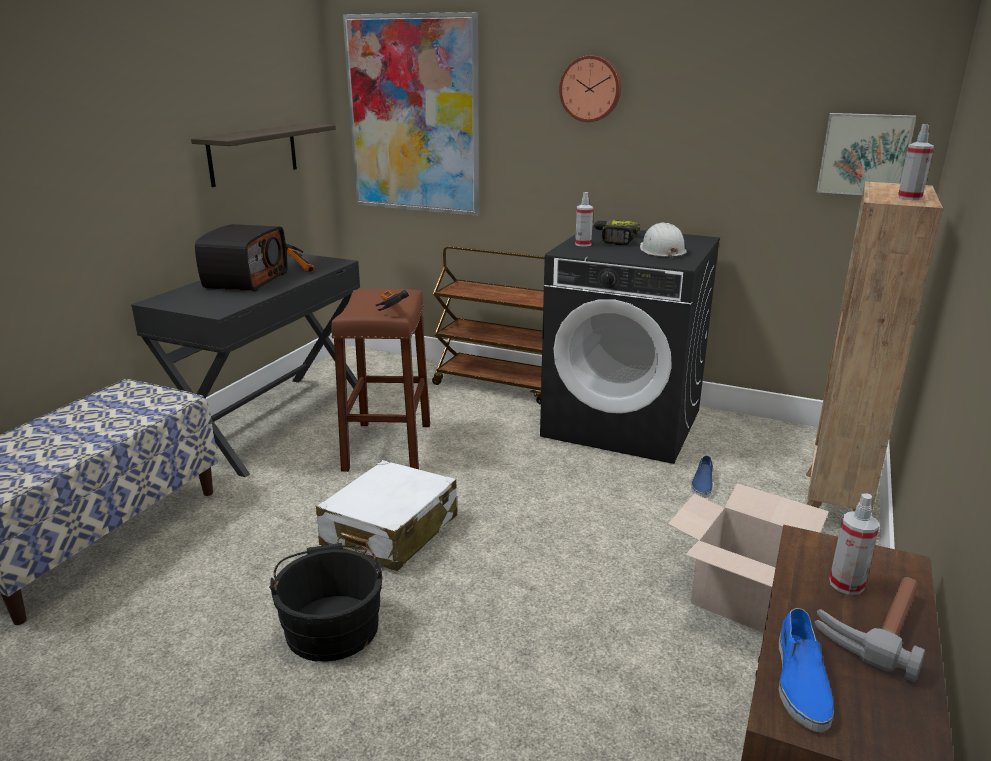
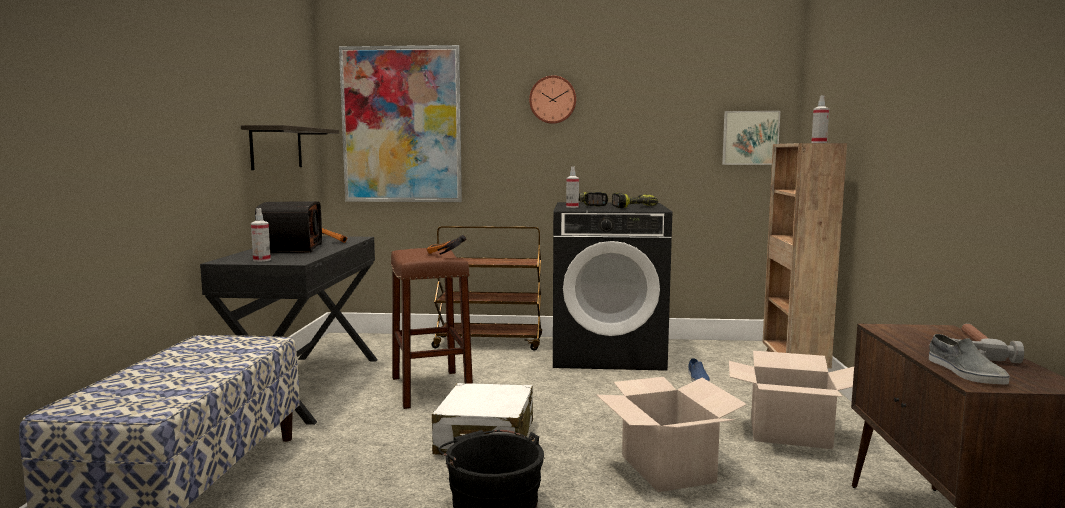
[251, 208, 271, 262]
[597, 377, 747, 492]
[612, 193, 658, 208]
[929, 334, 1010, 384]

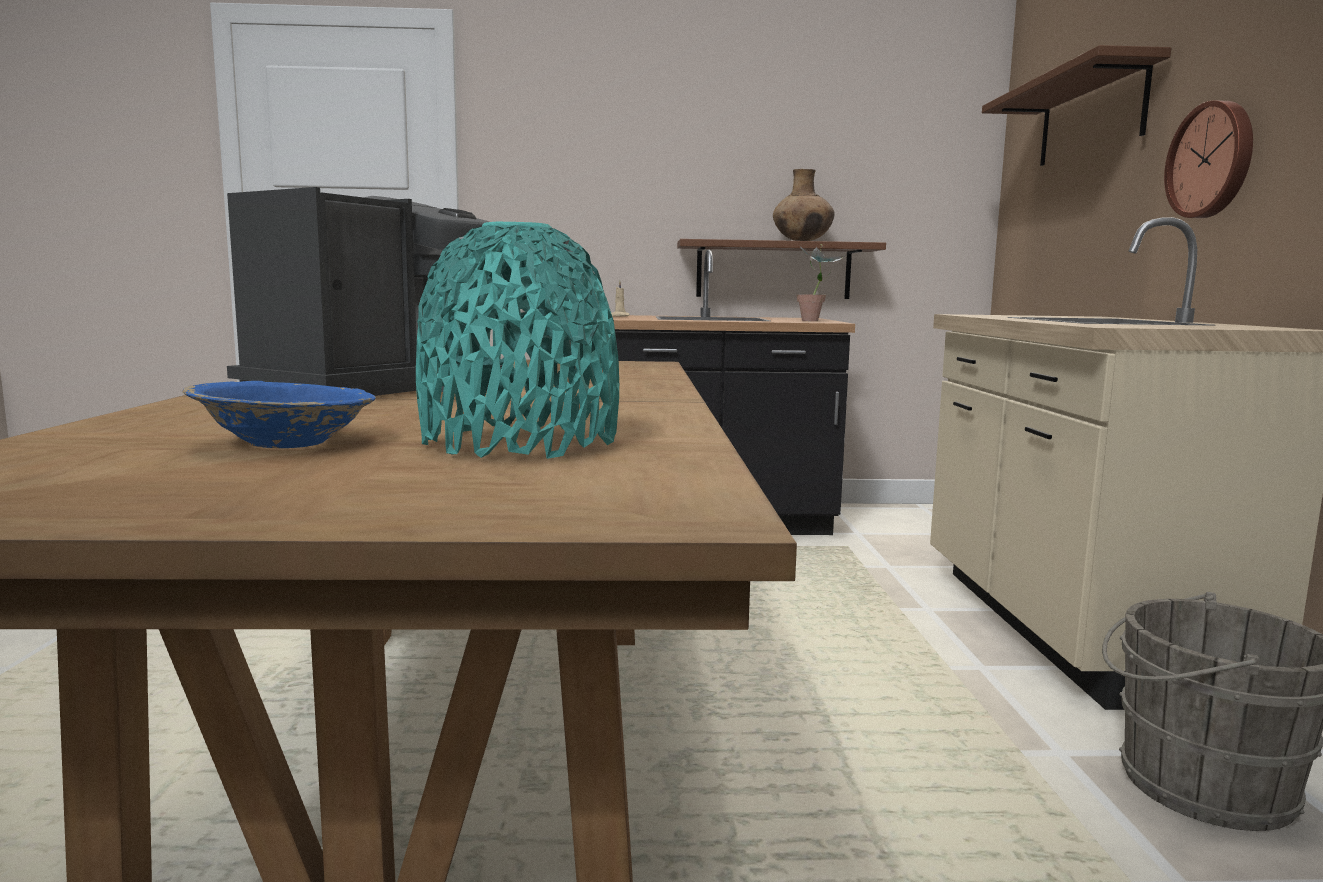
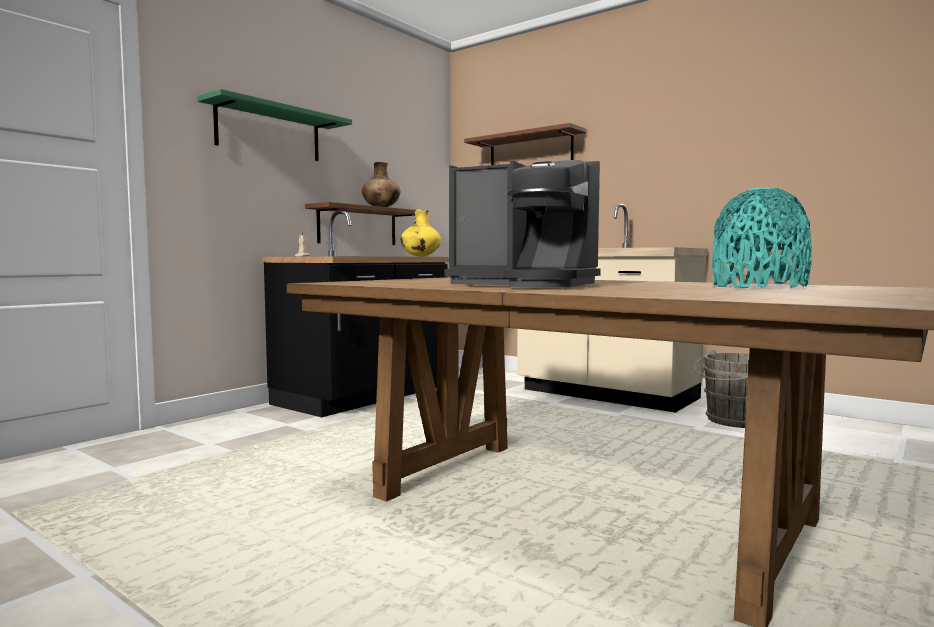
[197, 89, 352, 161]
[400, 209, 441, 257]
[444, 160, 601, 288]
[182, 381, 376, 448] (first image)
[1164, 100, 1253, 218] (first image)

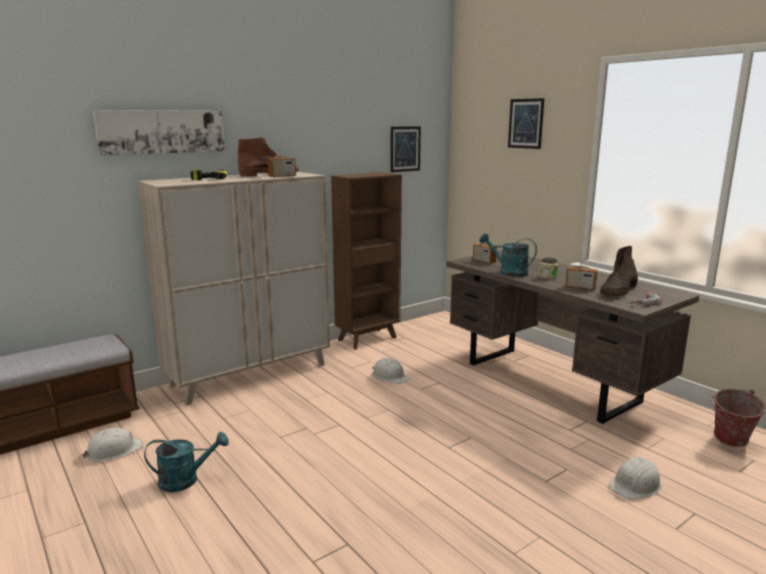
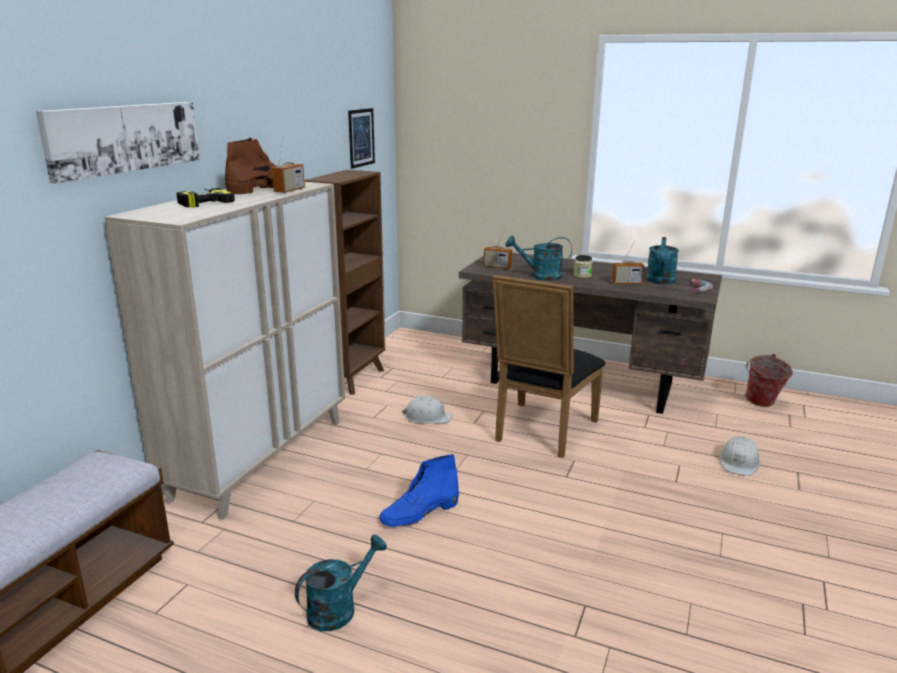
[379, 454, 459, 527]
[492, 275, 605, 458]
[646, 237, 679, 284]
[82, 428, 143, 462] (first image)
[508, 98, 544, 149] (first image)

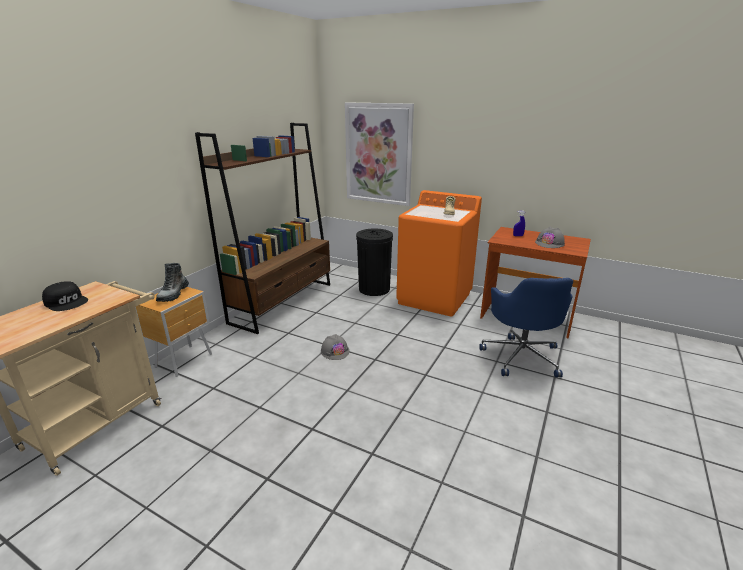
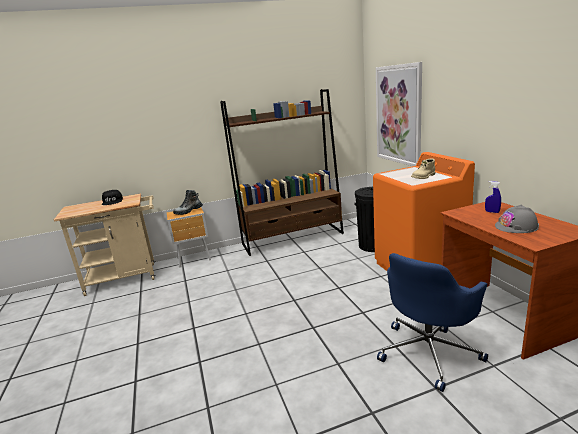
[321, 334, 349, 360] (first image)

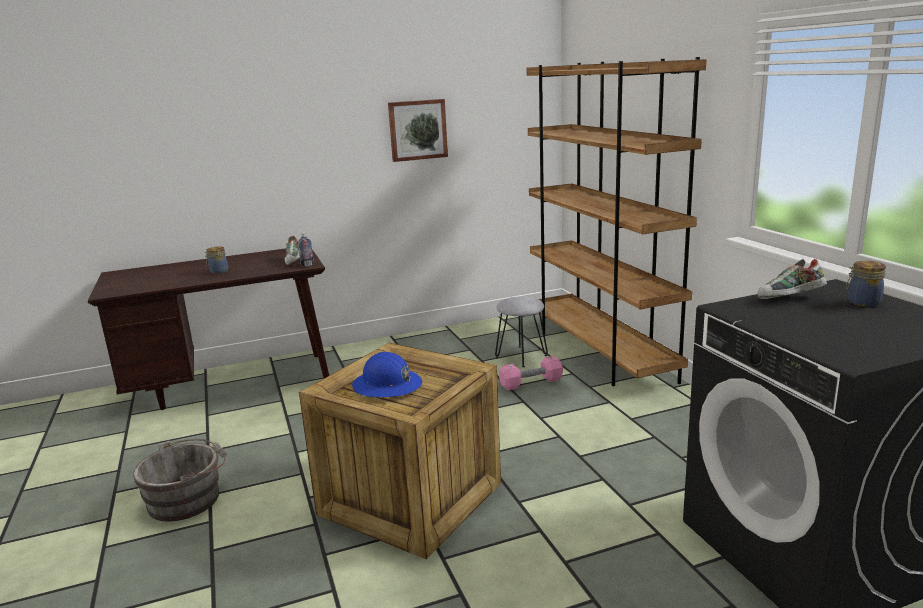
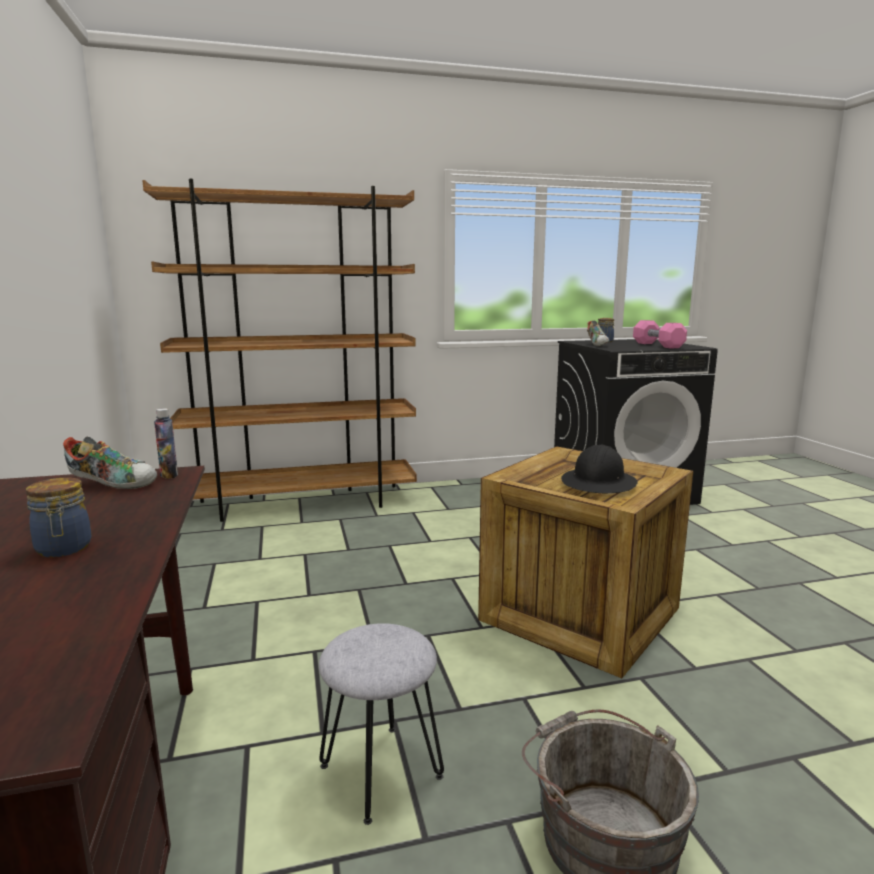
[319, 623, 444, 825]
[561, 445, 637, 494]
[633, 320, 687, 348]
[388, 99, 448, 162] (first image)

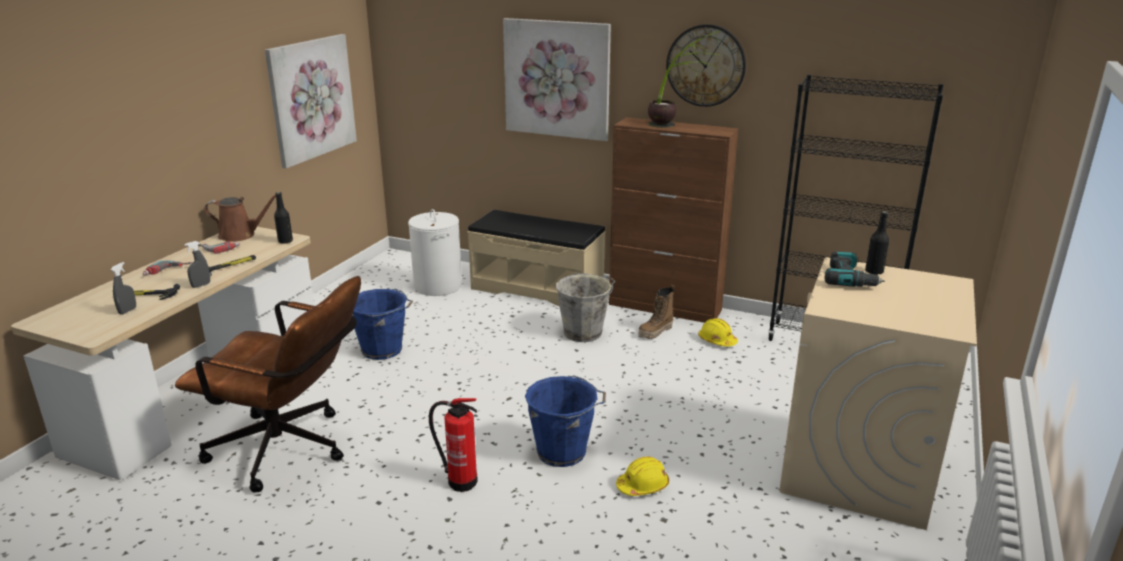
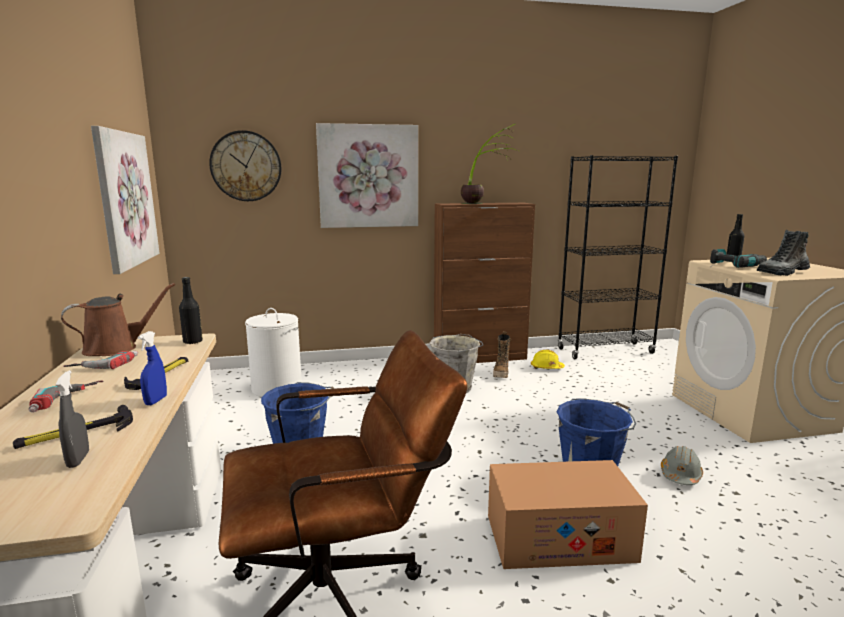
[138, 331, 167, 405]
[209, 130, 282, 201]
[488, 460, 648, 569]
[661, 446, 703, 485]
[757, 230, 810, 276]
[467, 210, 605, 306] (first image)

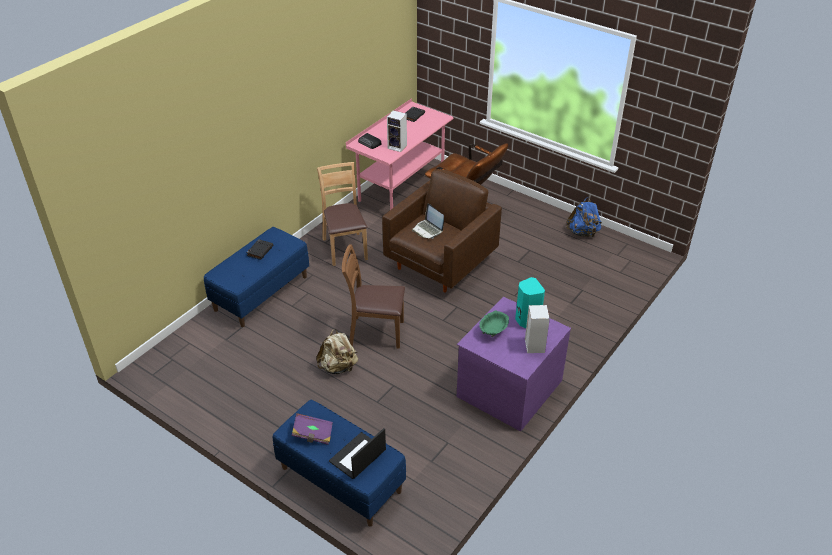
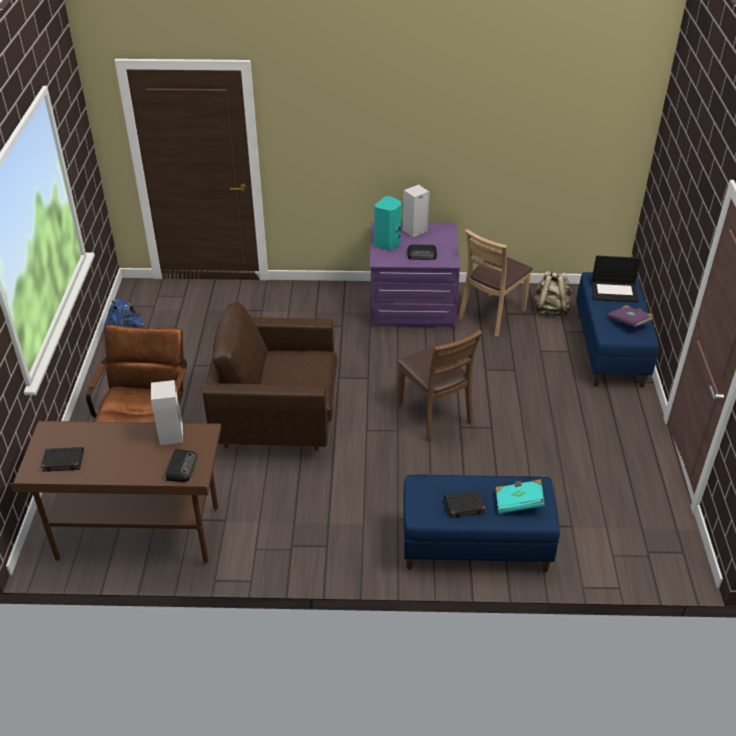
[10, 421, 221, 565]
[407, 245, 437, 260]
[458, 229, 533, 337]
[495, 479, 545, 514]
[534, 271, 572, 316]
[412, 203, 444, 239] (first image)

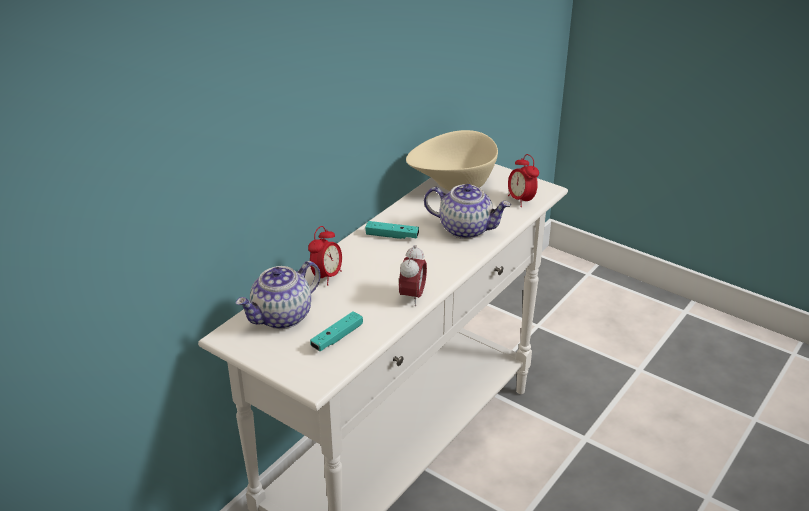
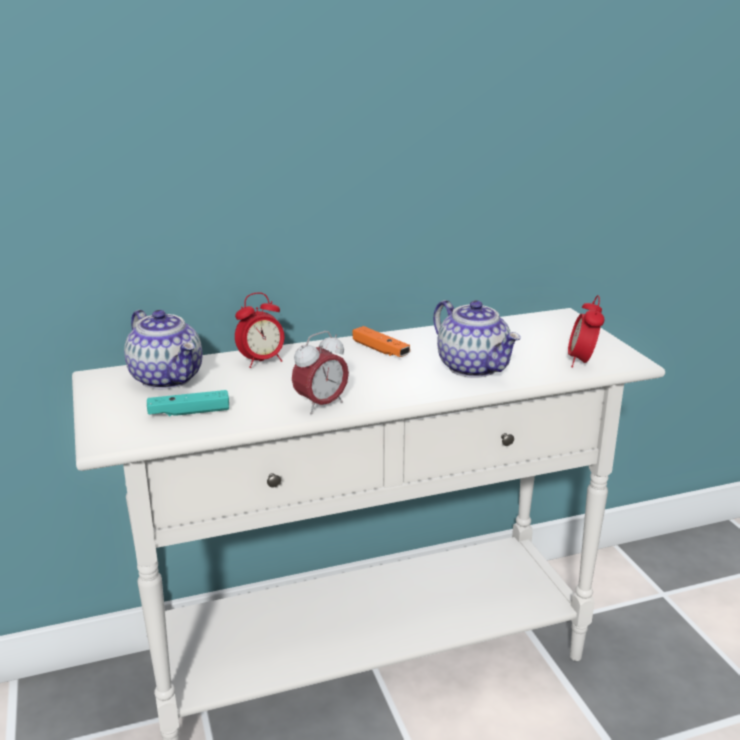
[124, 310, 203, 389]
[352, 326, 410, 357]
[406, 130, 498, 191] (first image)

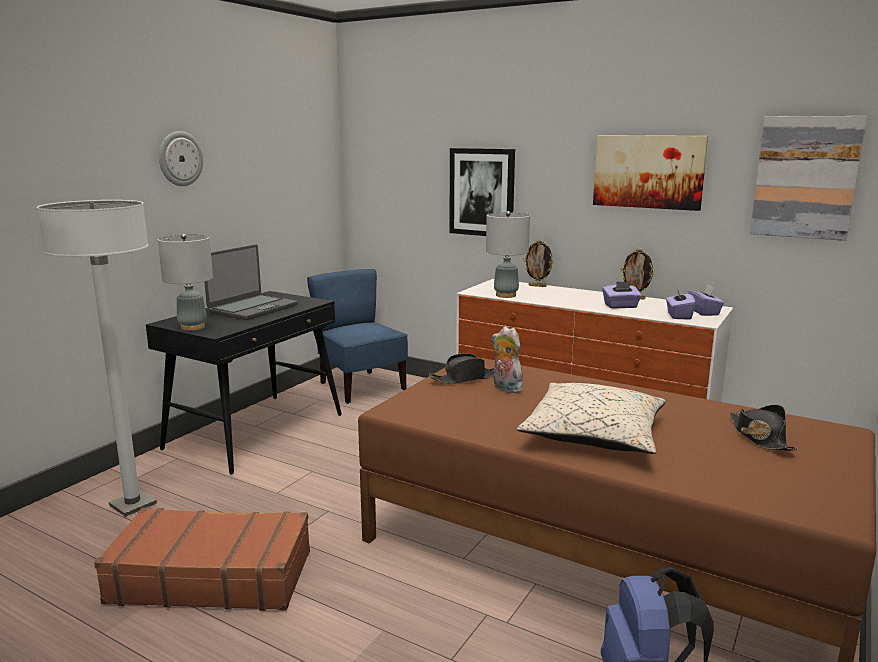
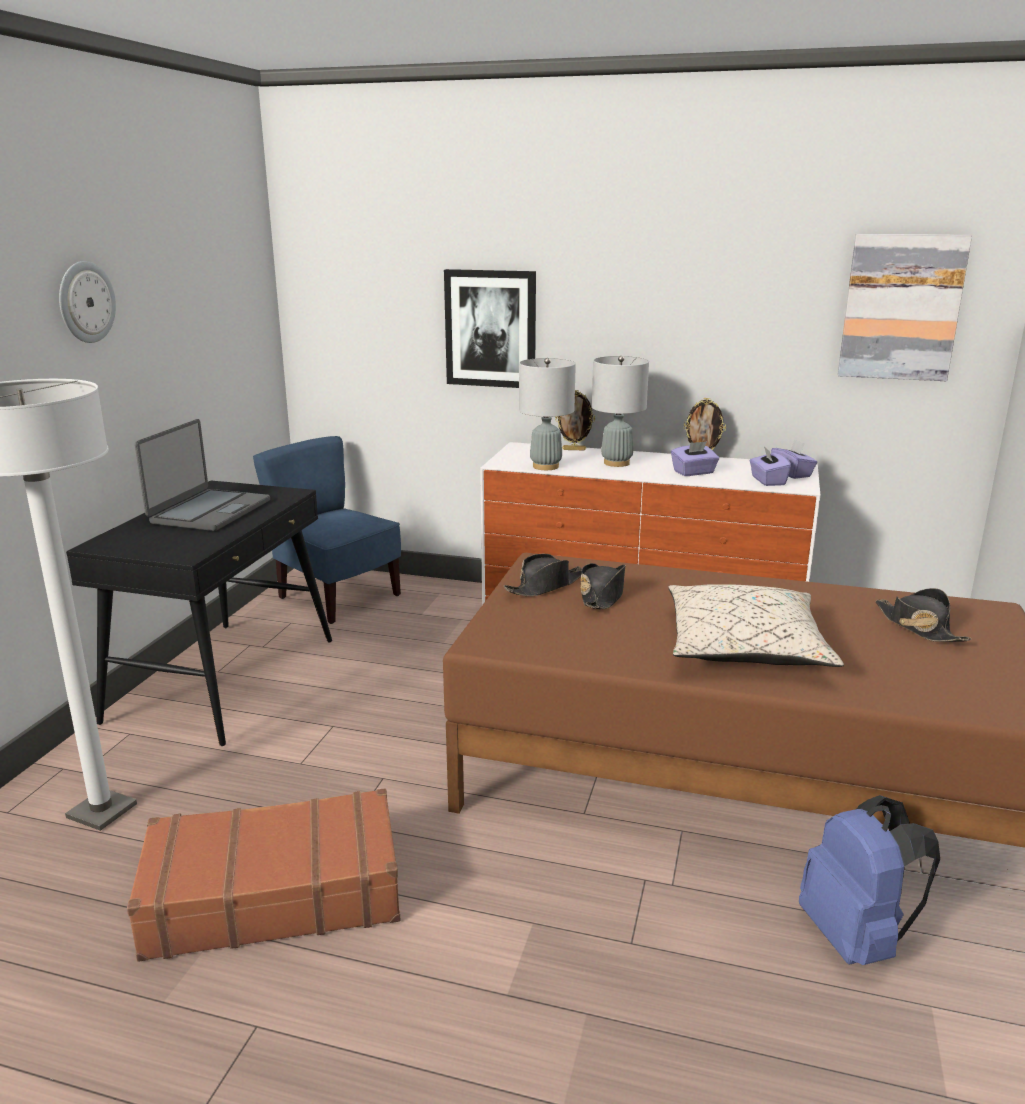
[580, 563, 625, 609]
[592, 356, 649, 467]
[593, 135, 708, 211] (first image)

